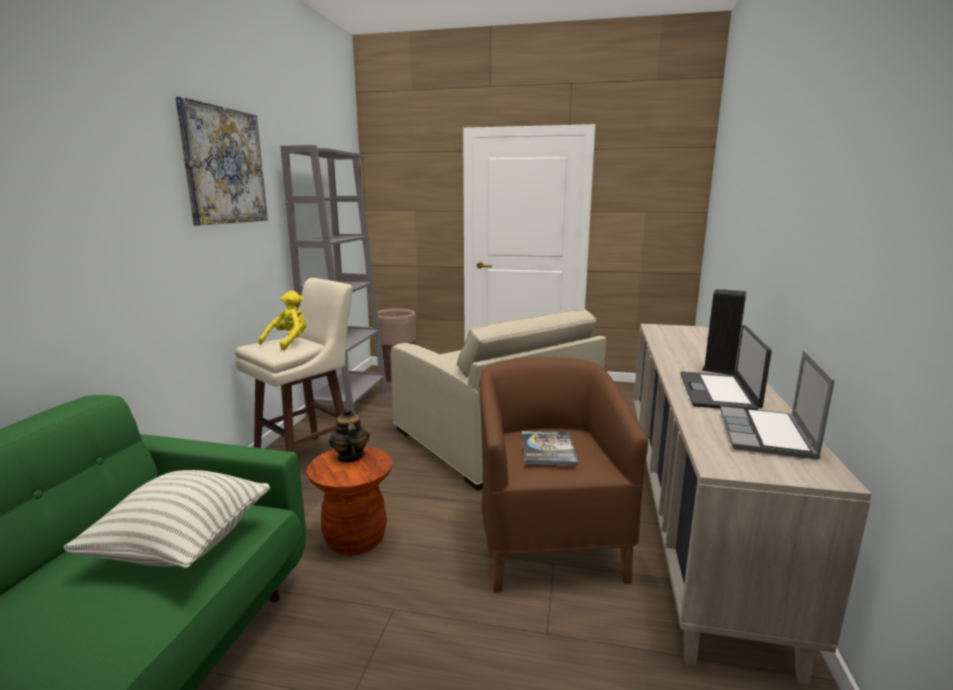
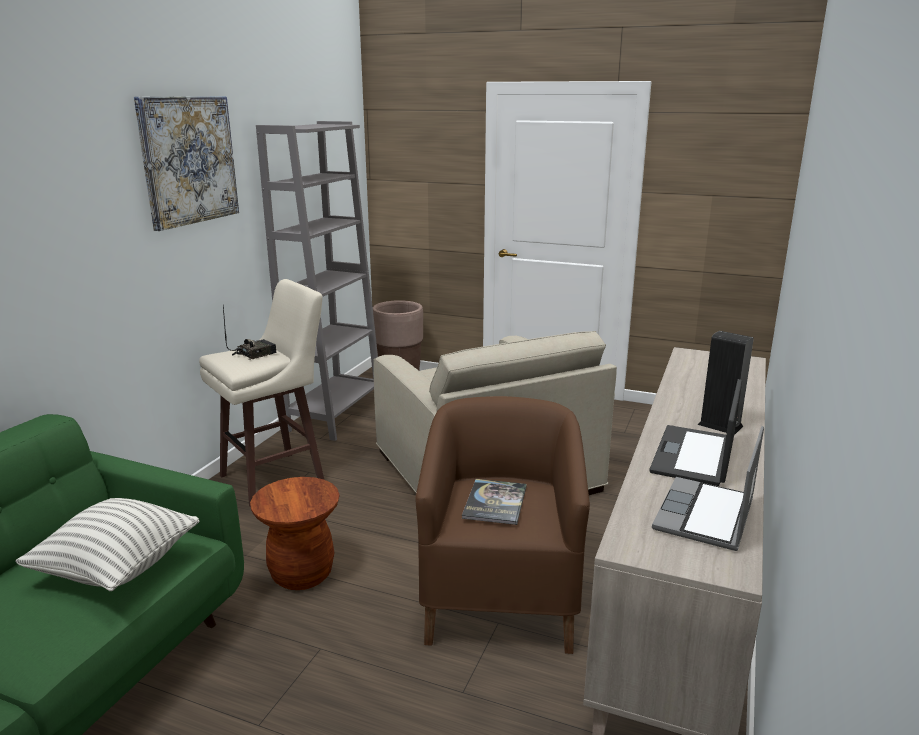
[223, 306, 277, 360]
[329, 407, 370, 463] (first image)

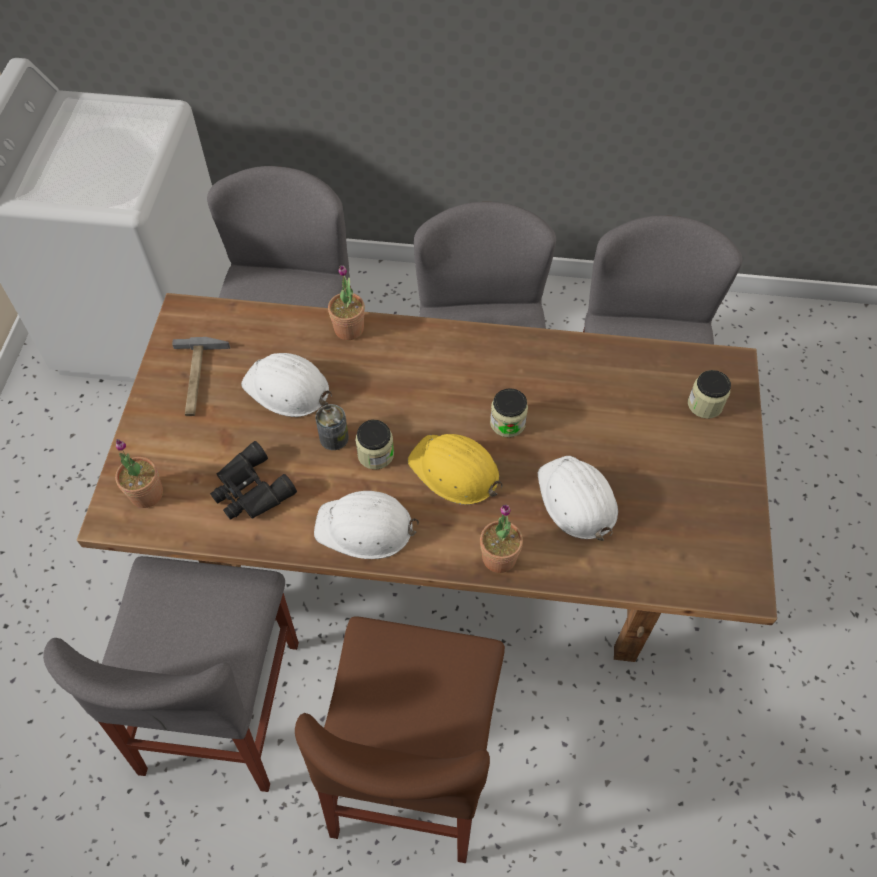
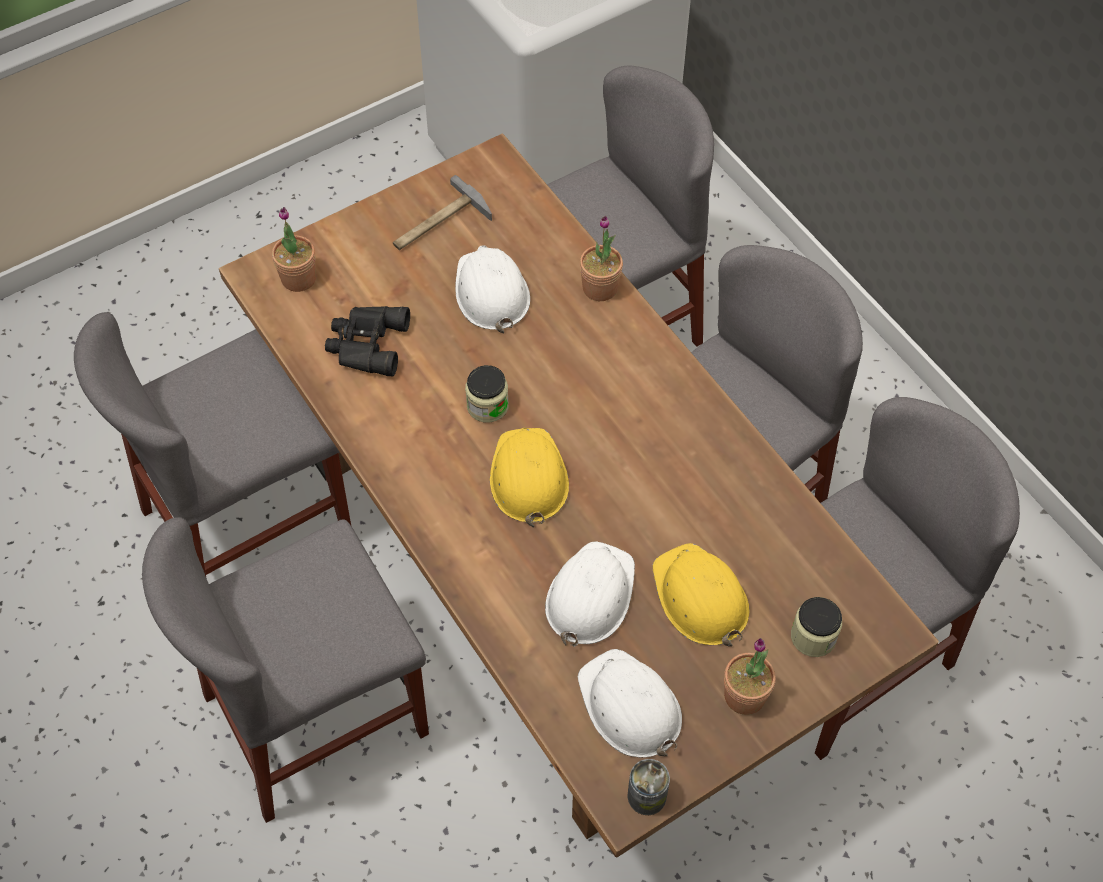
[142, 517, 429, 823]
[578, 649, 682, 758]
[628, 759, 670, 815]
[652, 543, 750, 647]
[724, 638, 776, 715]
[490, 388, 528, 437] (first image)

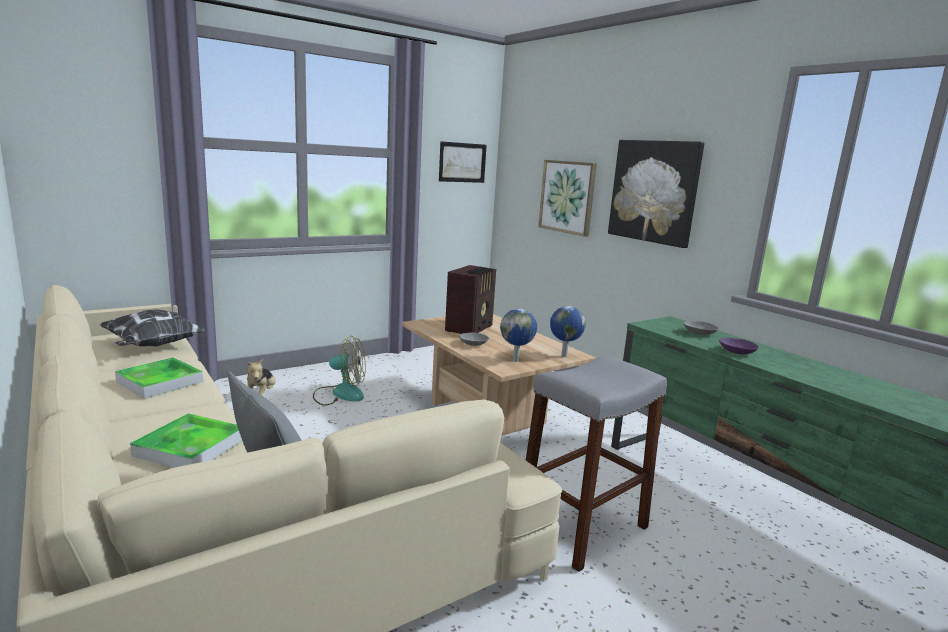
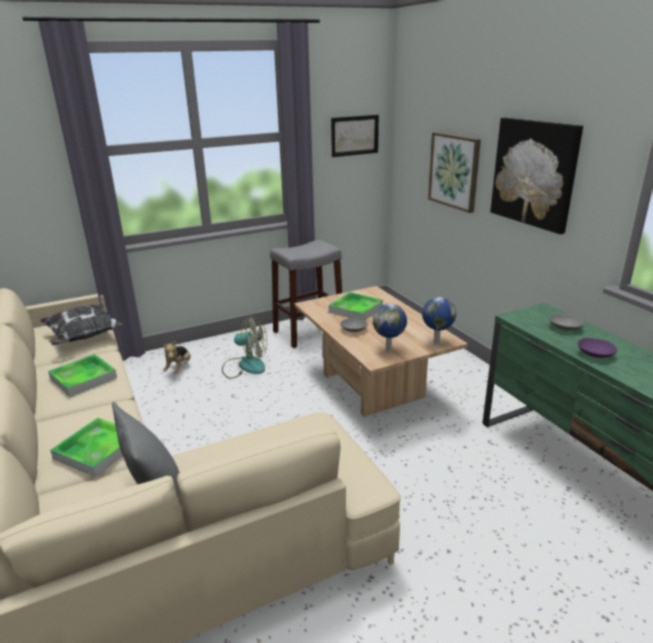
[270, 240, 342, 348]
[328, 292, 383, 320]

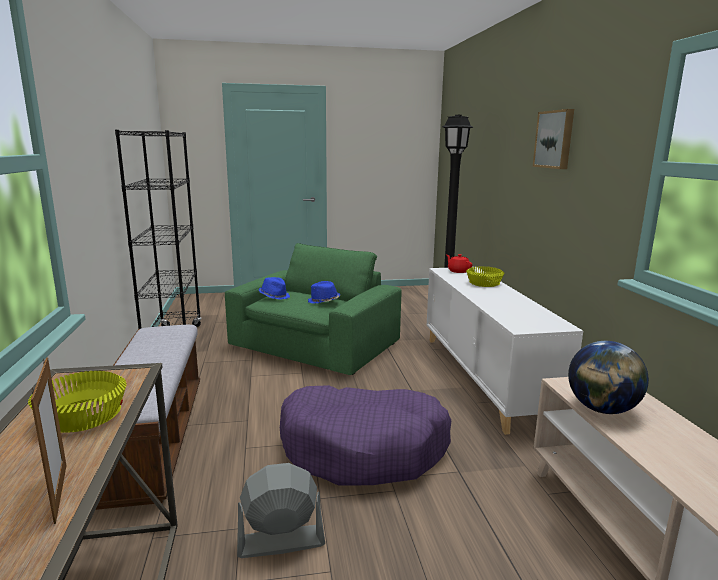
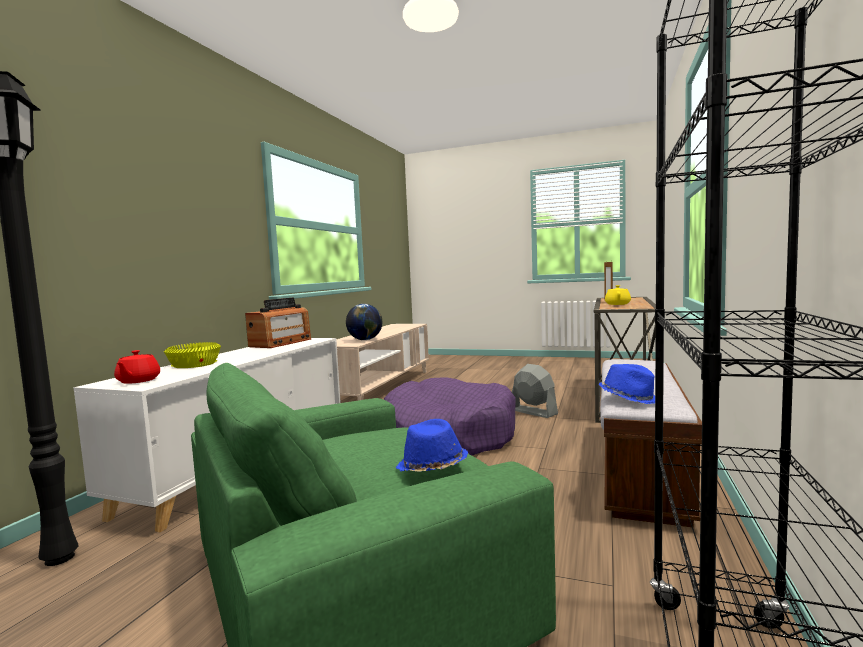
[245, 298, 311, 348]
[512, 364, 558, 418]
[599, 364, 655, 404]
[605, 285, 631, 305]
[533, 109, 574, 169] (first image)

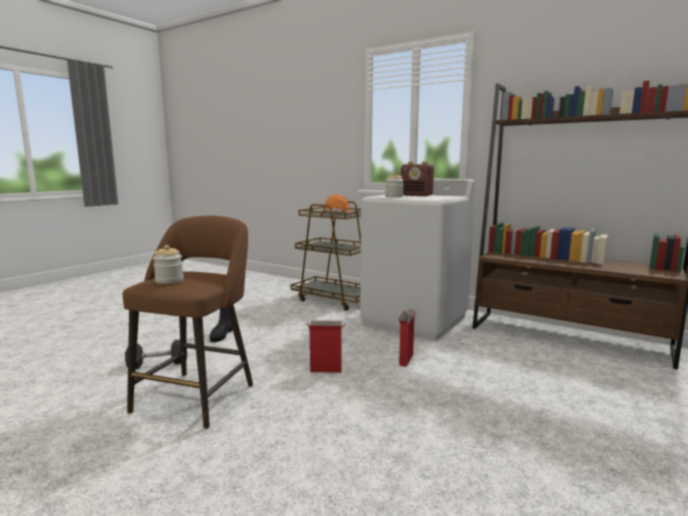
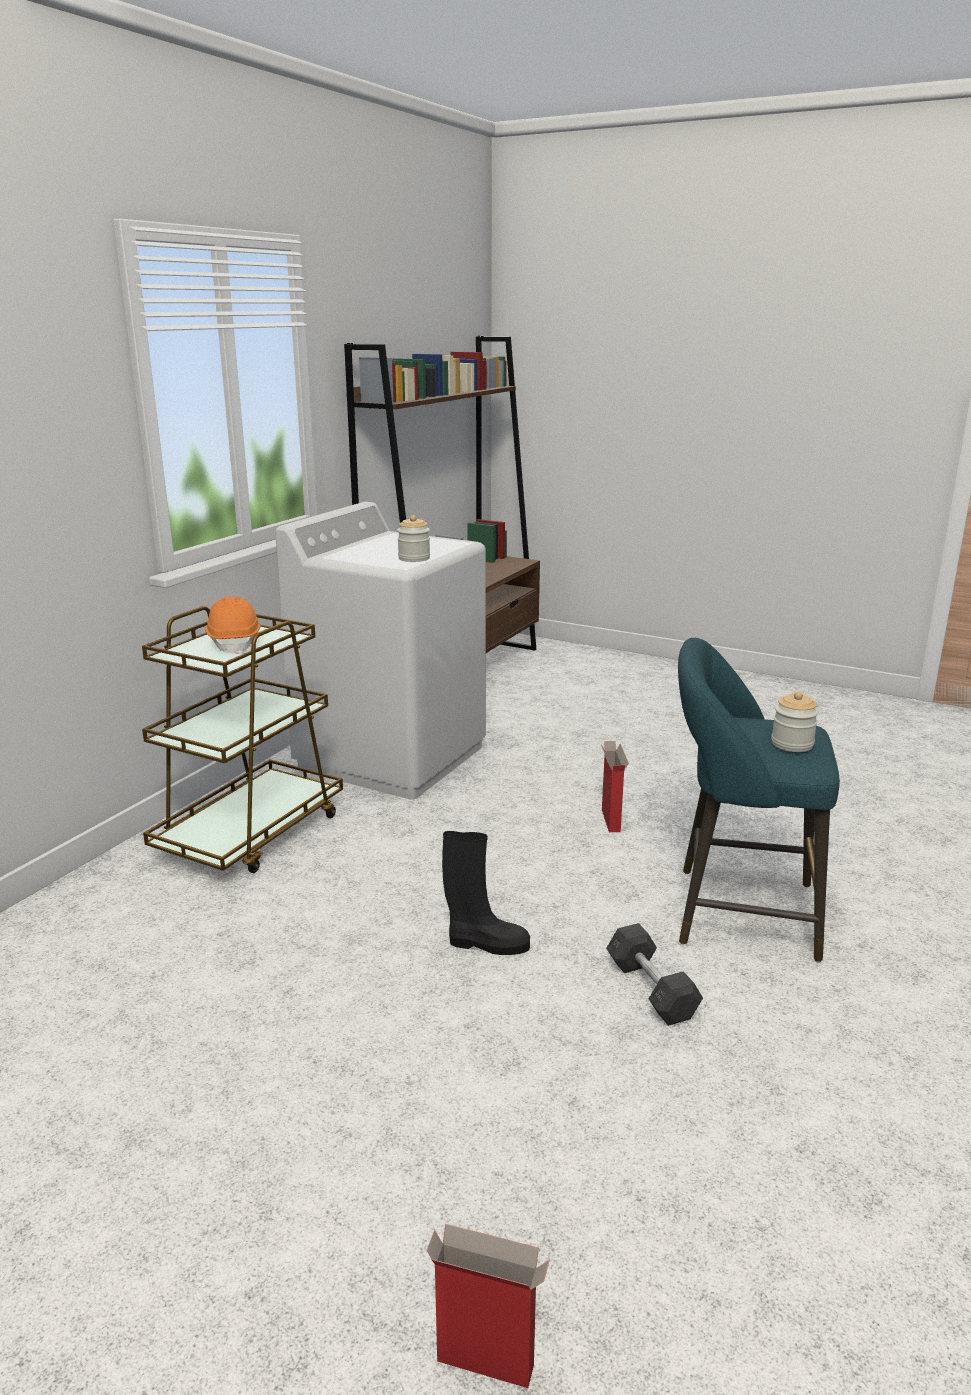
[427, 1224, 550, 1388]
[678, 638, 840, 962]
[401, 162, 434, 196] (first image)

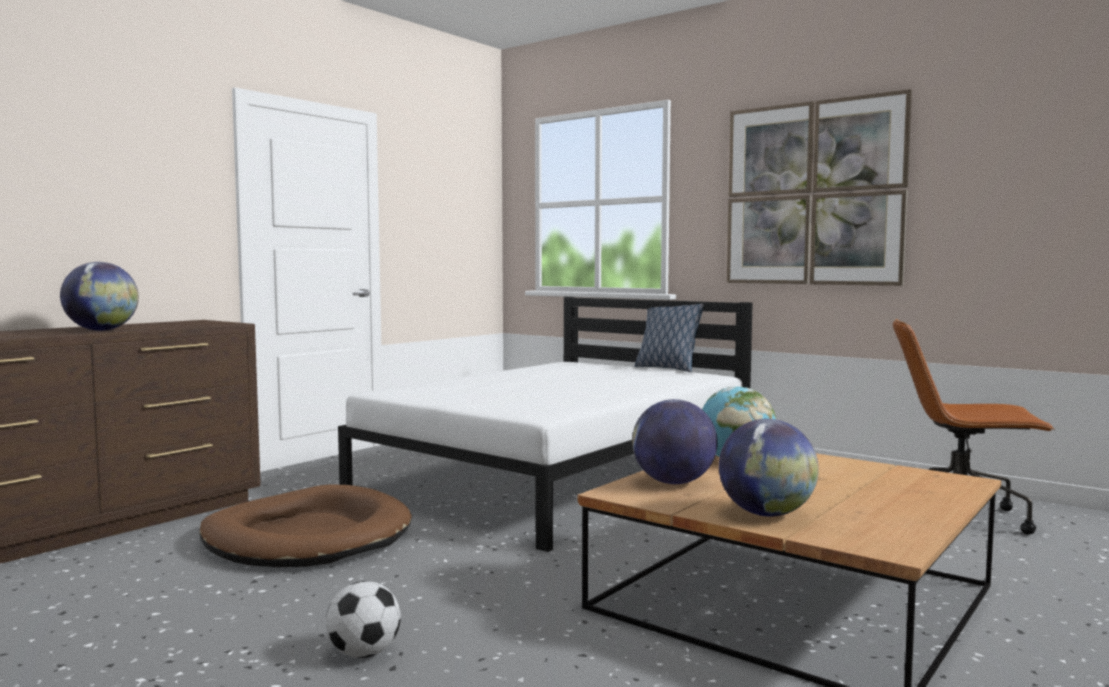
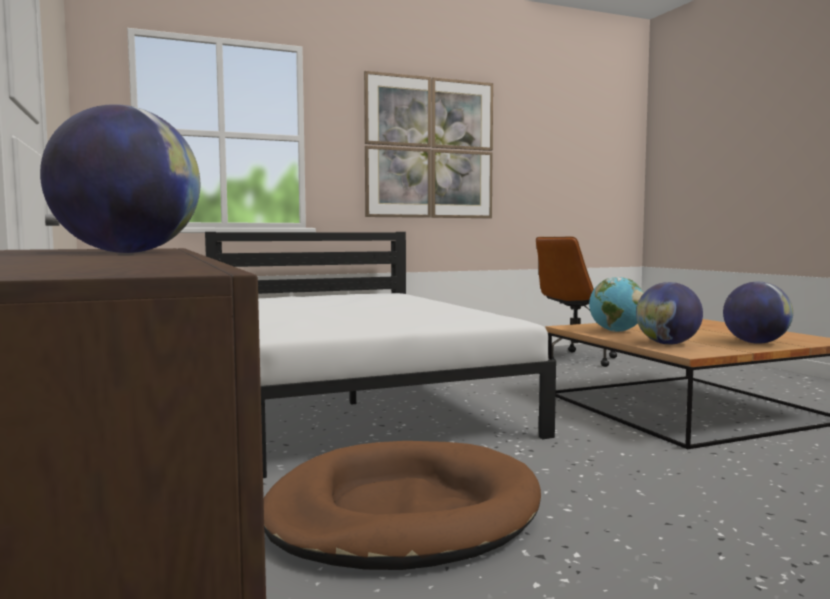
[326, 581, 401, 658] (first image)
[634, 304, 703, 372] (first image)

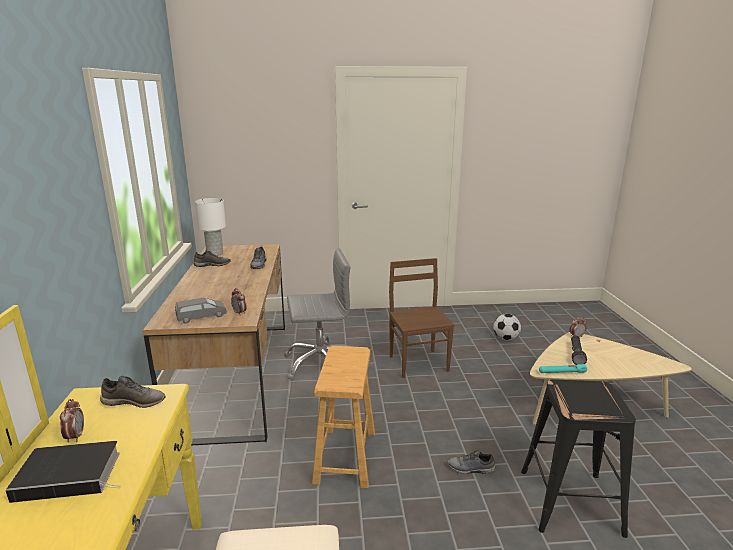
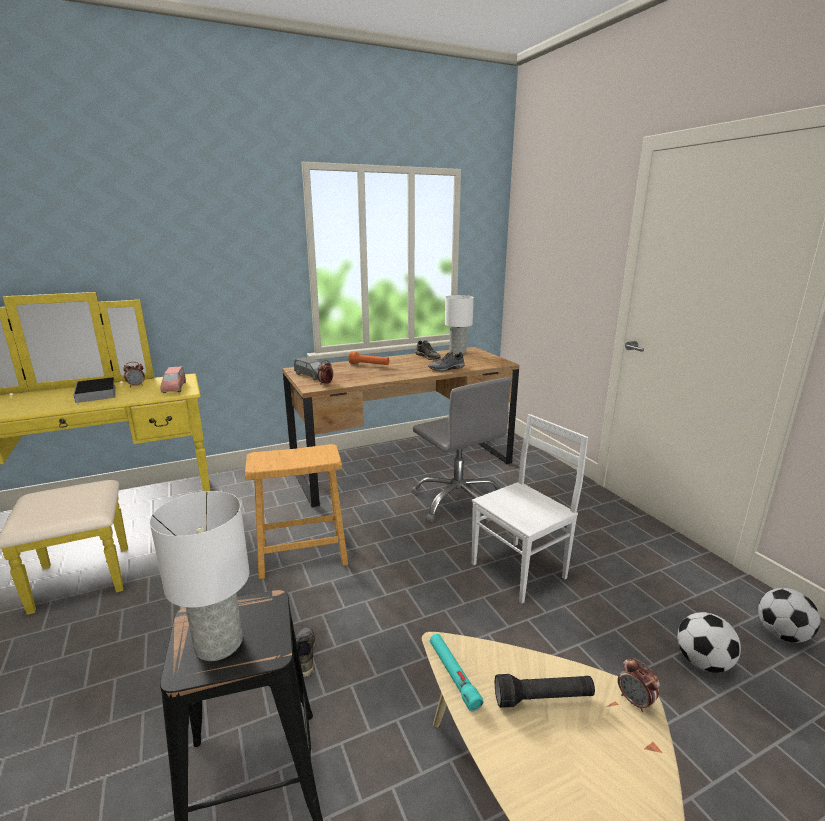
[150, 491, 250, 661]
[160, 367, 186, 393]
[348, 352, 389, 365]
[472, 414, 588, 603]
[758, 588, 820, 643]

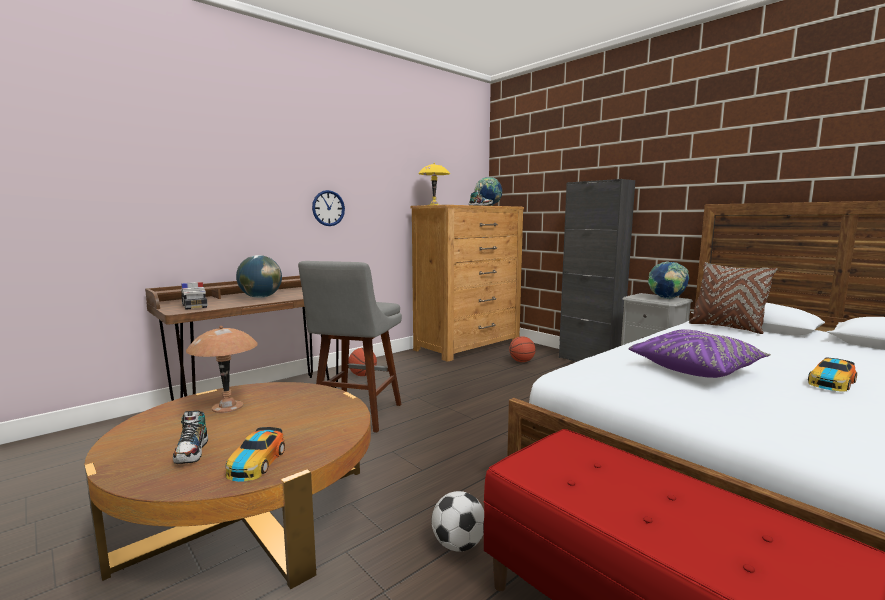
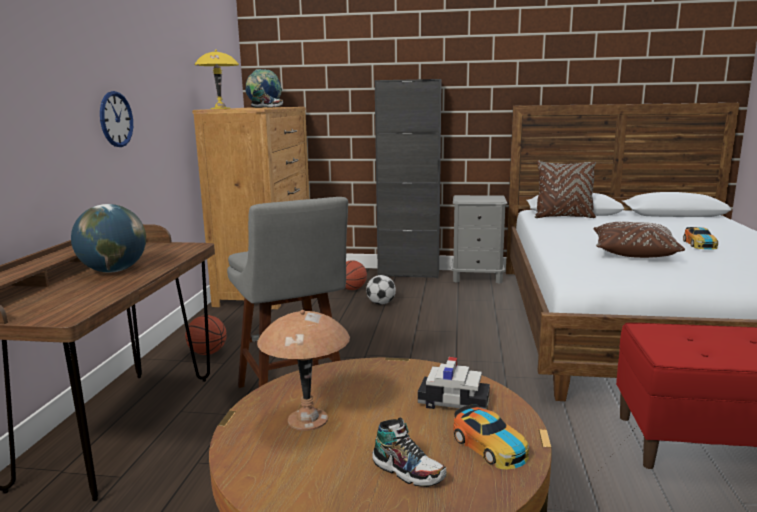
[366, 275, 396, 305]
[418, 357, 490, 409]
[593, 222, 685, 258]
[648, 261, 689, 299] (first image)

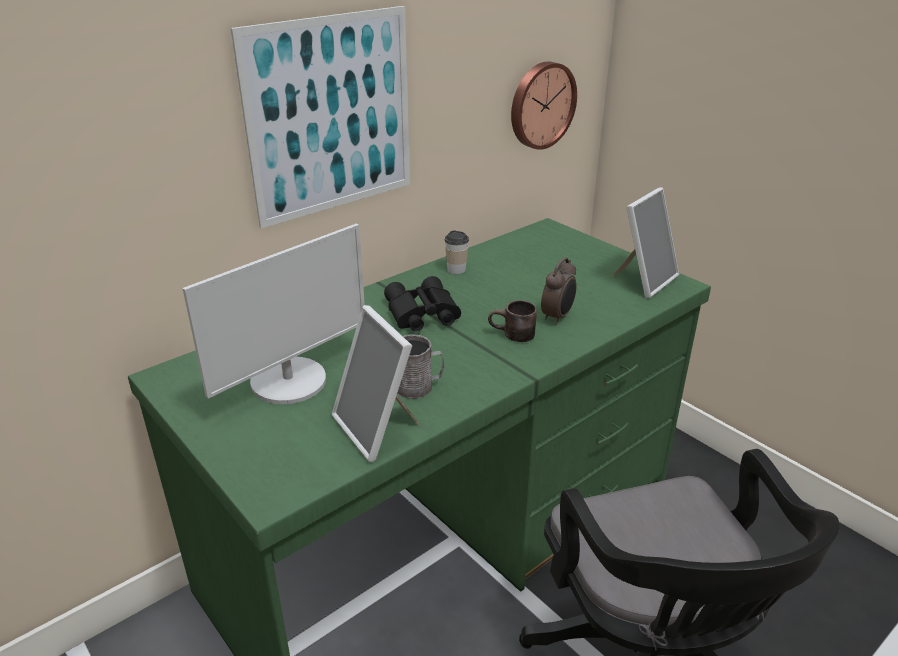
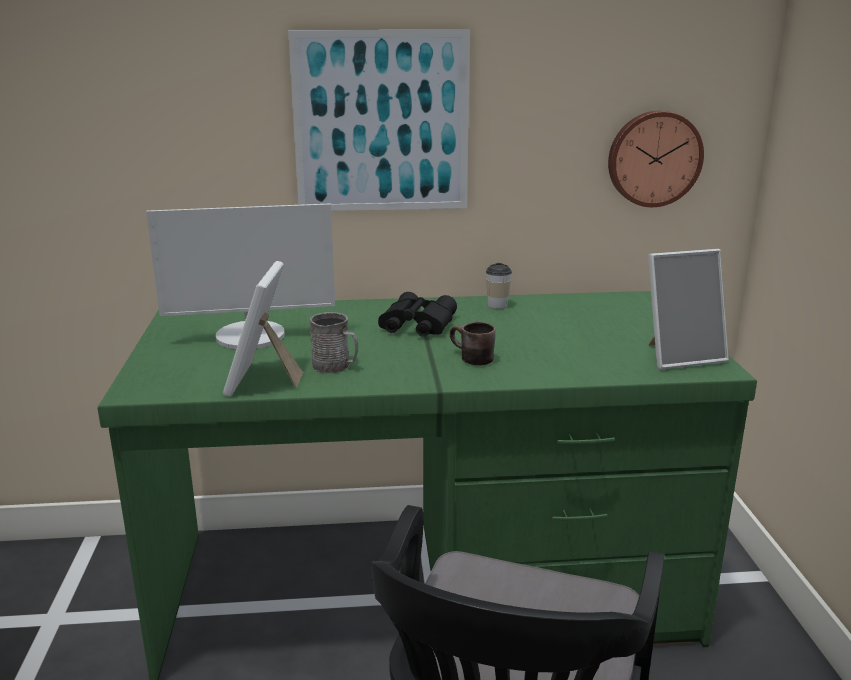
[541, 258, 577, 325] (first image)

